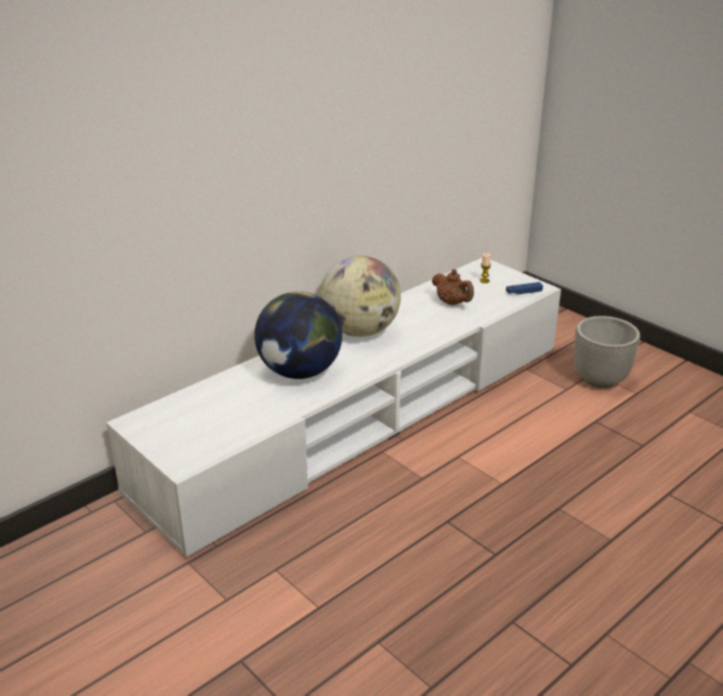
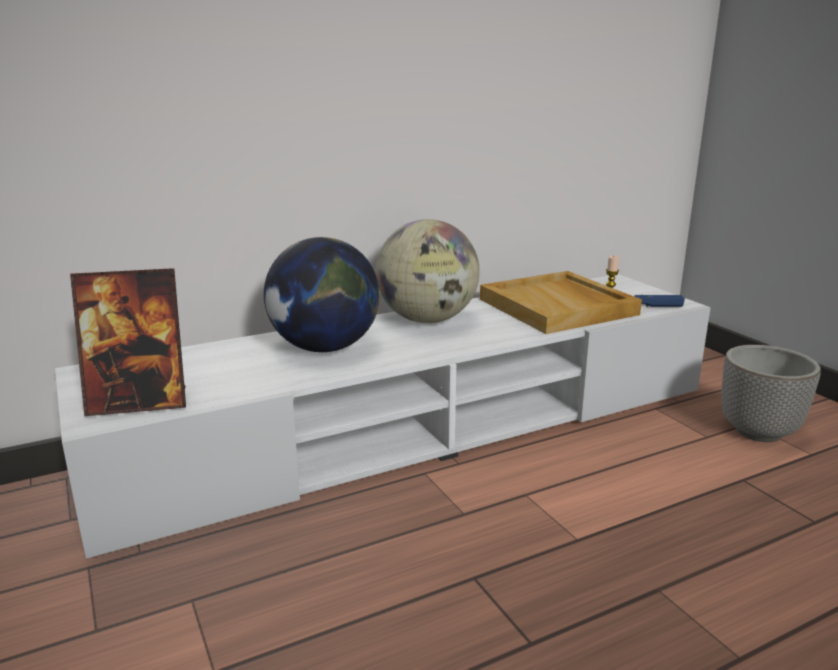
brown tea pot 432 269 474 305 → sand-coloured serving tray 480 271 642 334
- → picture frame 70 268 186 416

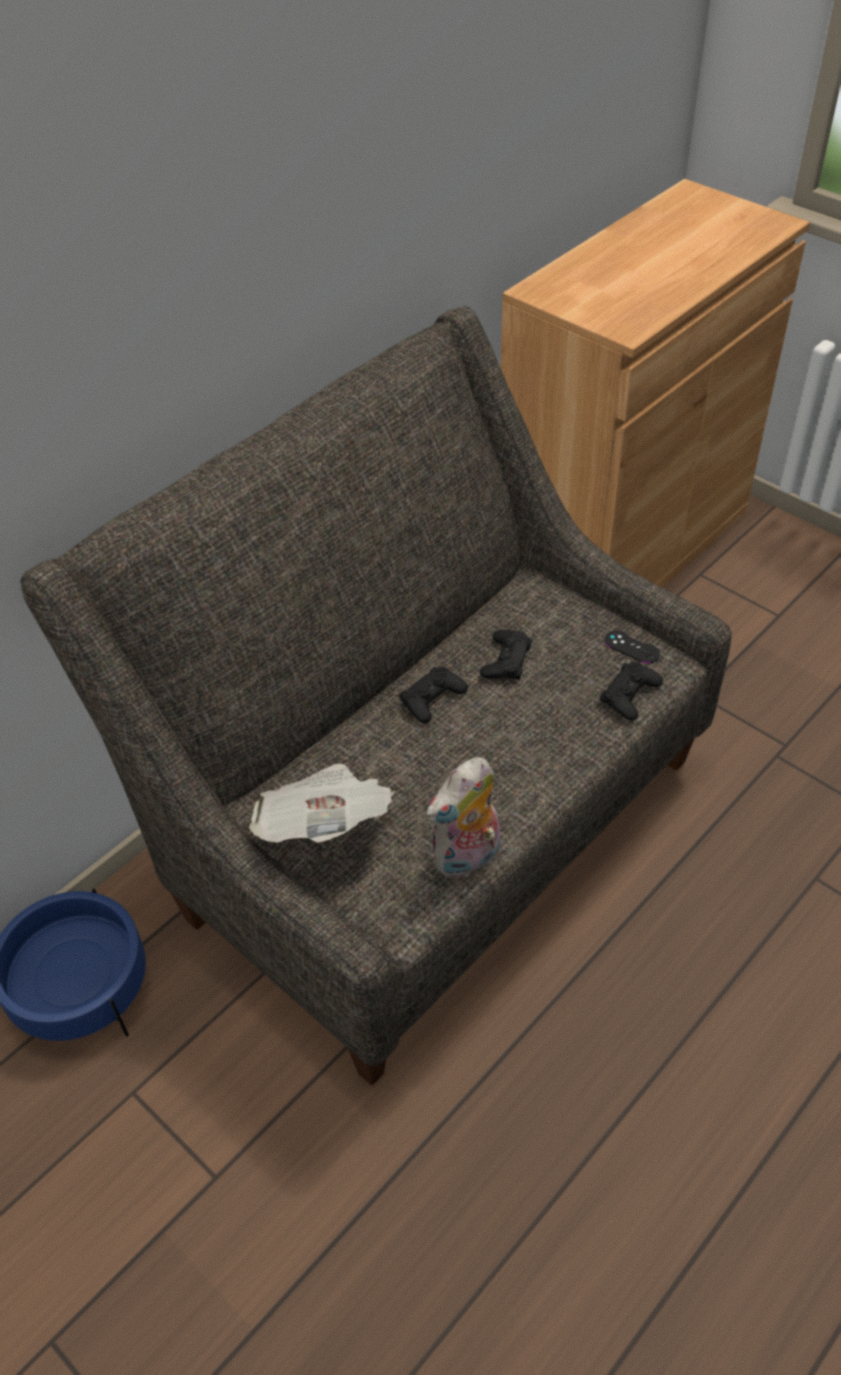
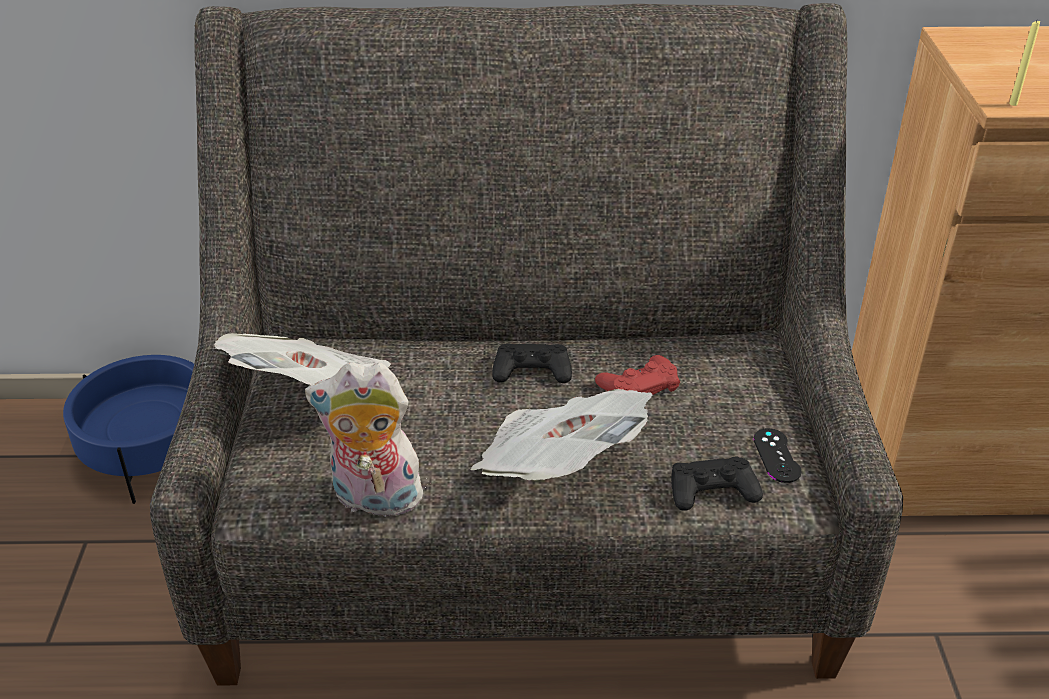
black-coloured joypad 480 629 532 679 → red-coloured joypad 595 355 680 395
- → yellowish wax light 1009 21 1040 106
- → printed paper 470 389 653 480

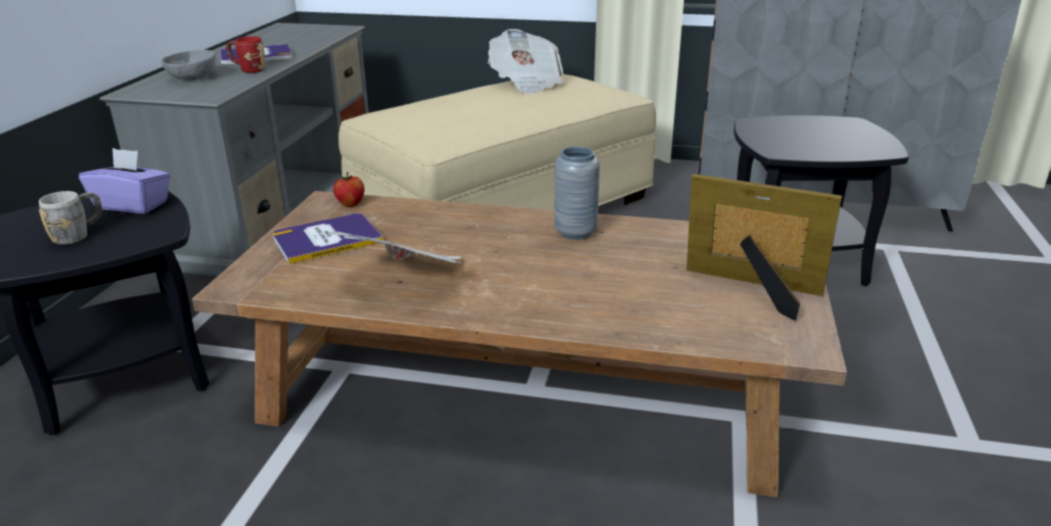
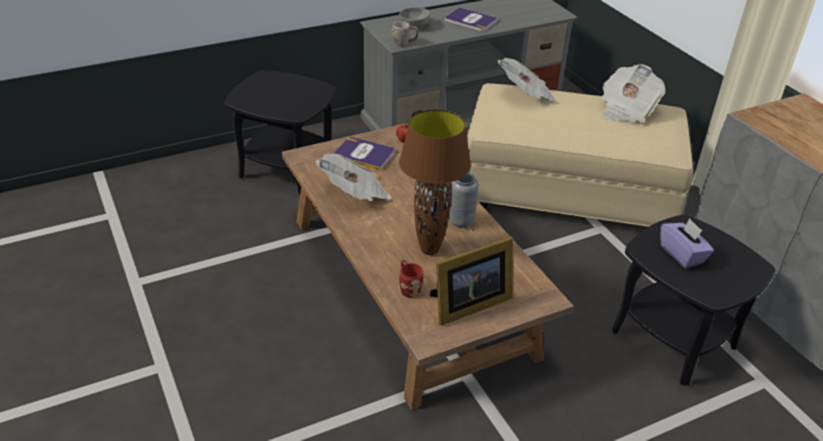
red-coloured coffee mug 226 36 265 73 → red-coloured coffee mug 399 260 424 298, shifted
purplish tissue box 79 148 171 213 → purplish tissue box 660 218 714 268, shifted
picture frame 686 174 842 320 → picture frame 430 237 513 326, 75 degrees clockwise
gray coffee mug 39 191 102 245 → gray coffee mug 392 21 418 47, shifted
- → printed paper 497 58 557 102
- → brown tabletop lamp 399 109 471 255

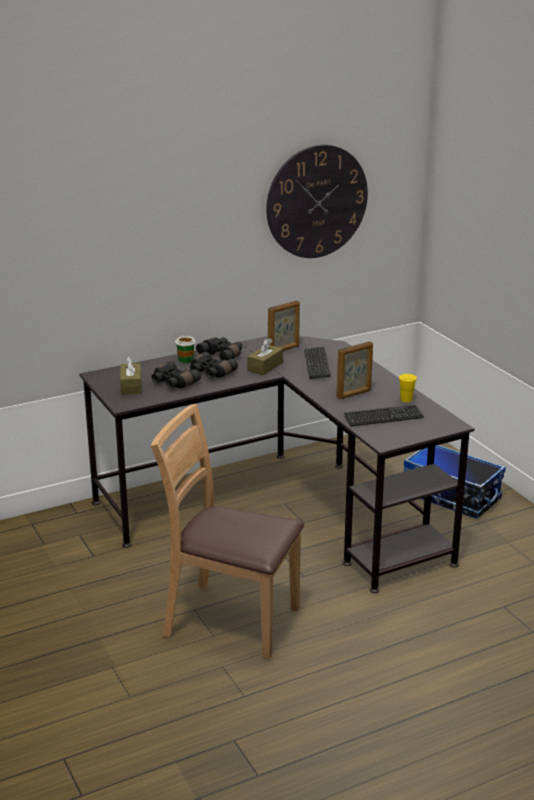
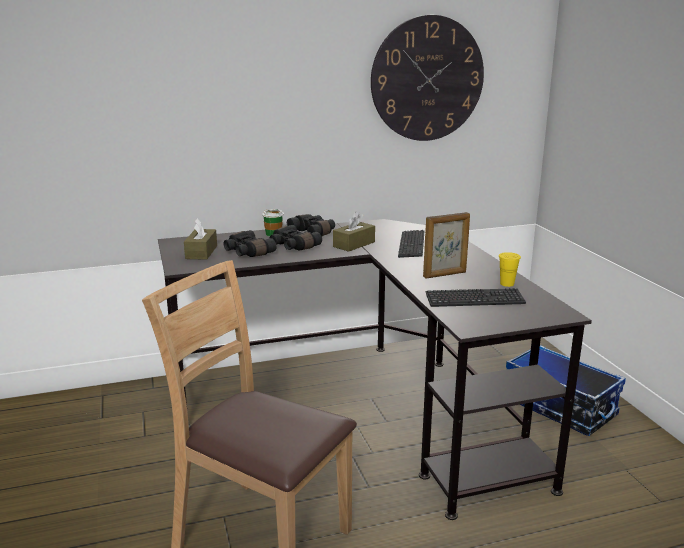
picture frame 268 300 300 351 → -

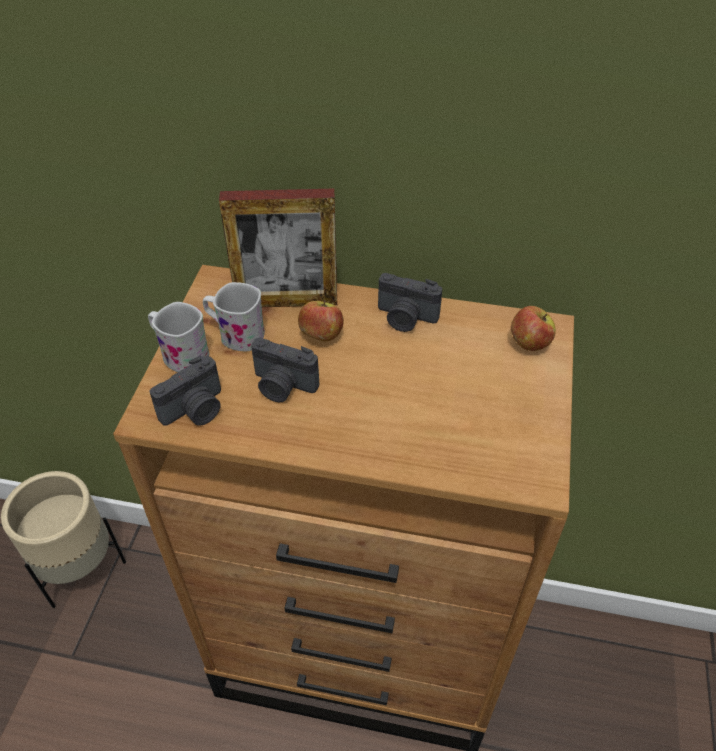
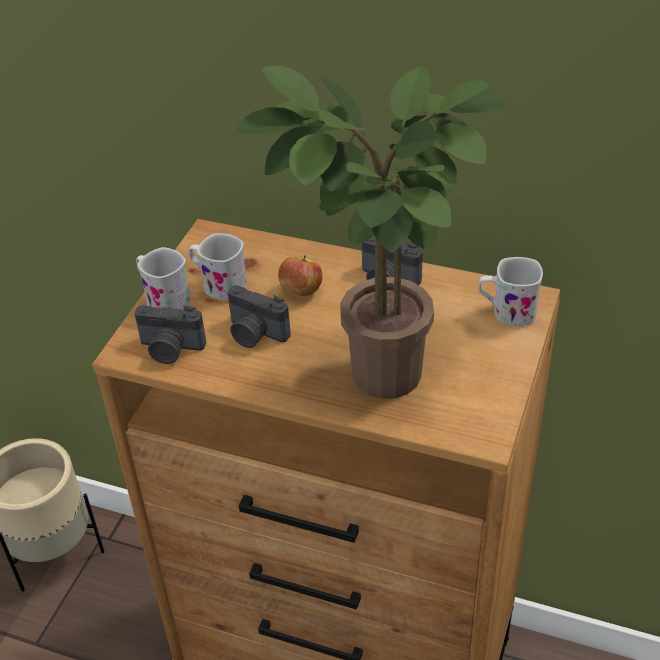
picture frame 219 189 337 307 → -
apple fruit 511 306 556 351 → white coffee mug 478 257 543 326
still camera 150 356 221 426 → still camera 135 305 206 364, 45 degrees clockwise
- → potted plant 235 66 509 399

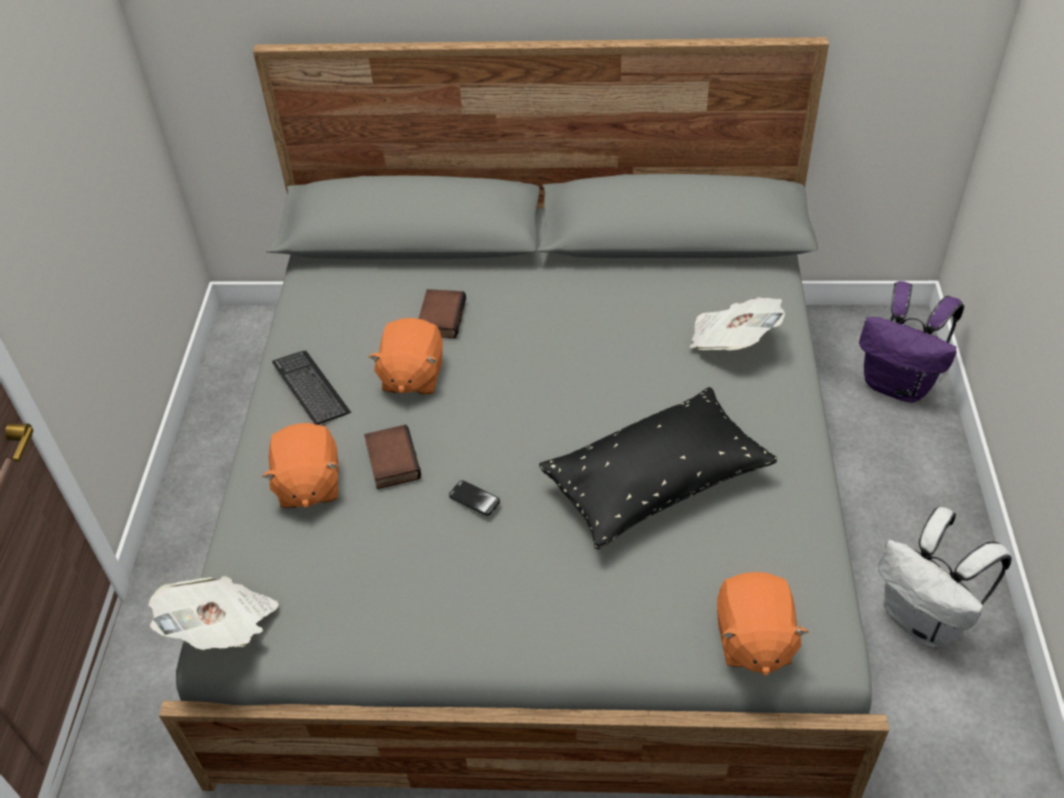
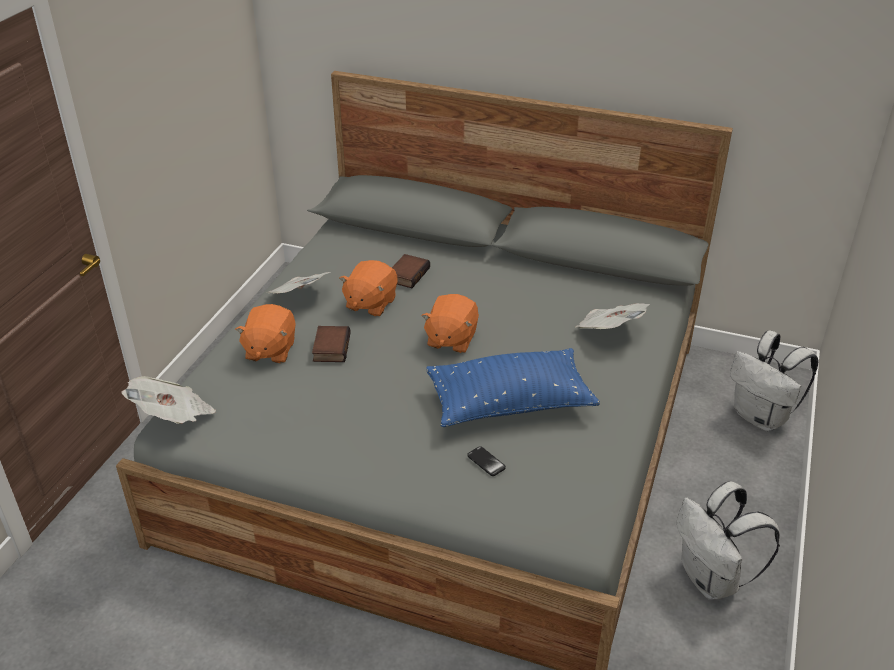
purplish rucksack 859 281 964 403 → white rucksack 730 330 819 431
keyboard 272 351 351 425 → printed paper 269 272 331 293
black-coloured cushion 539 387 777 549 → blue cushion 426 348 600 427
handset 449 480 500 516 → handset 467 446 506 476, shifted
orange plush toy 717 572 808 676 → orange plush toy 421 294 479 353, shifted

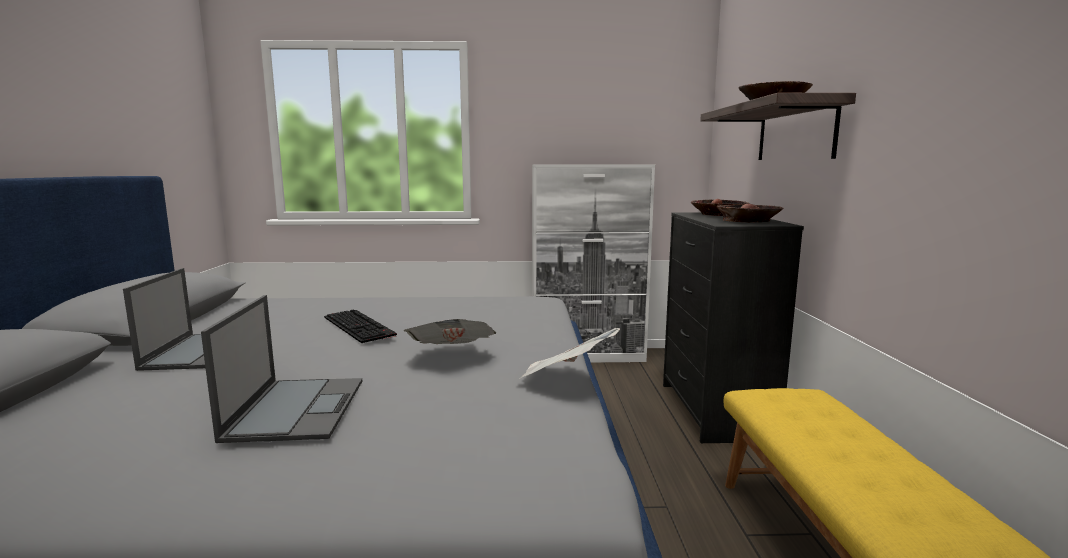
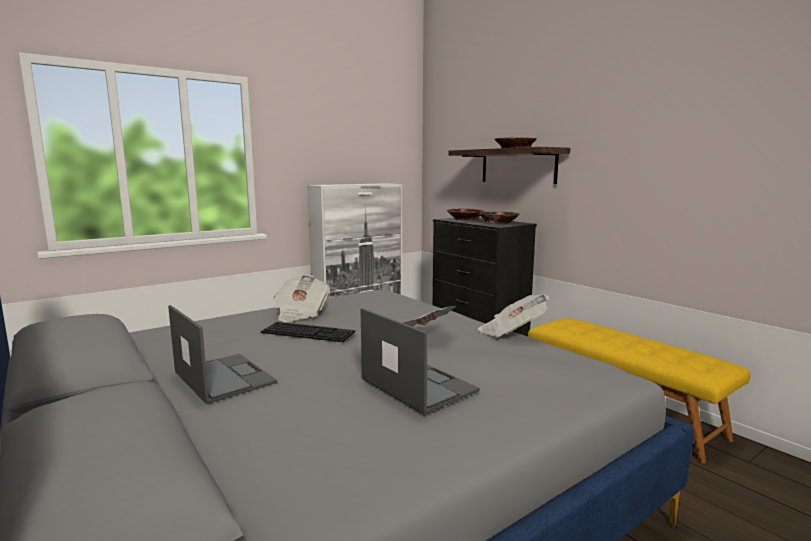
- → printed paper 273 275 330 322

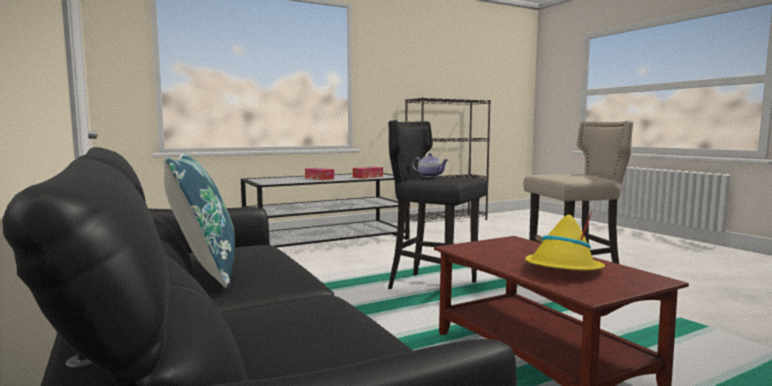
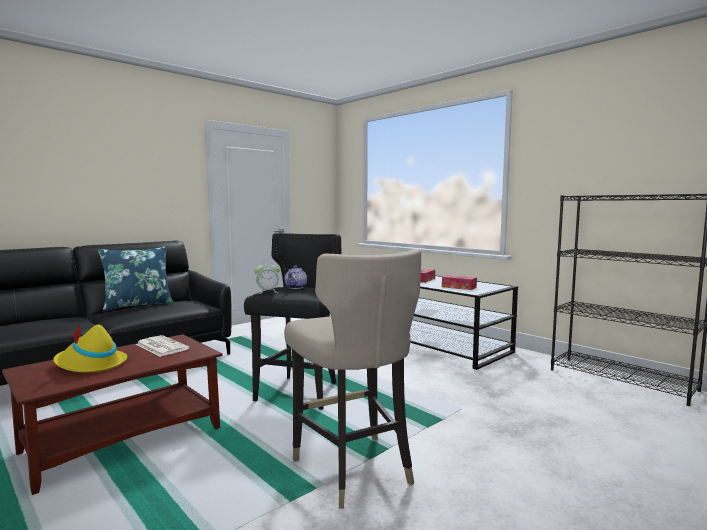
- → alarm clock 254 261 280 294
- → printed paper 135 335 190 356

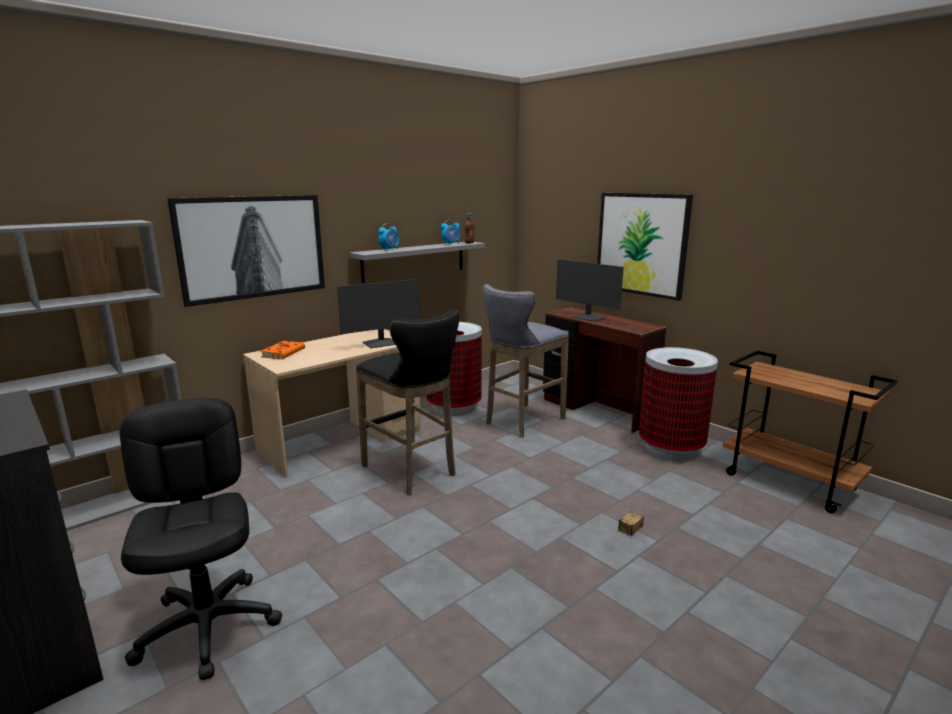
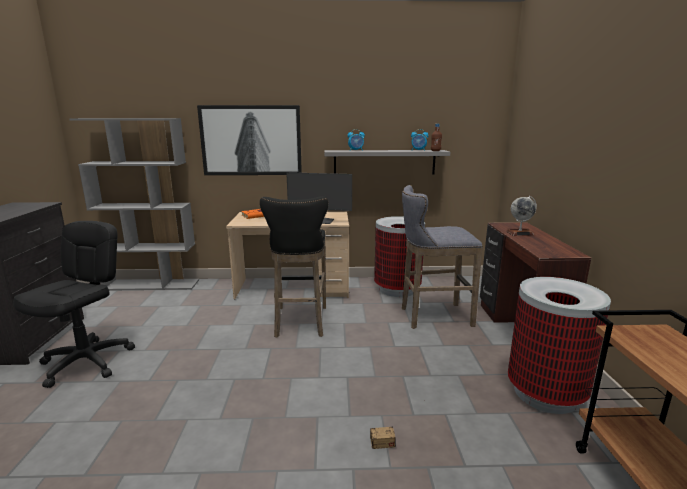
wall art 597 193 693 301 → -
computer display 556 259 624 322 → desk globe 506 196 537 236

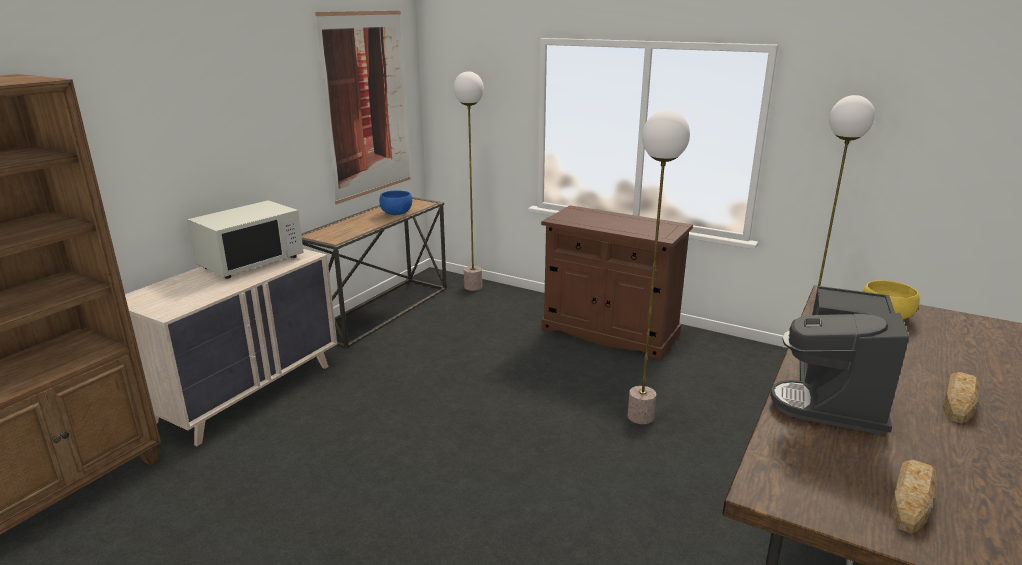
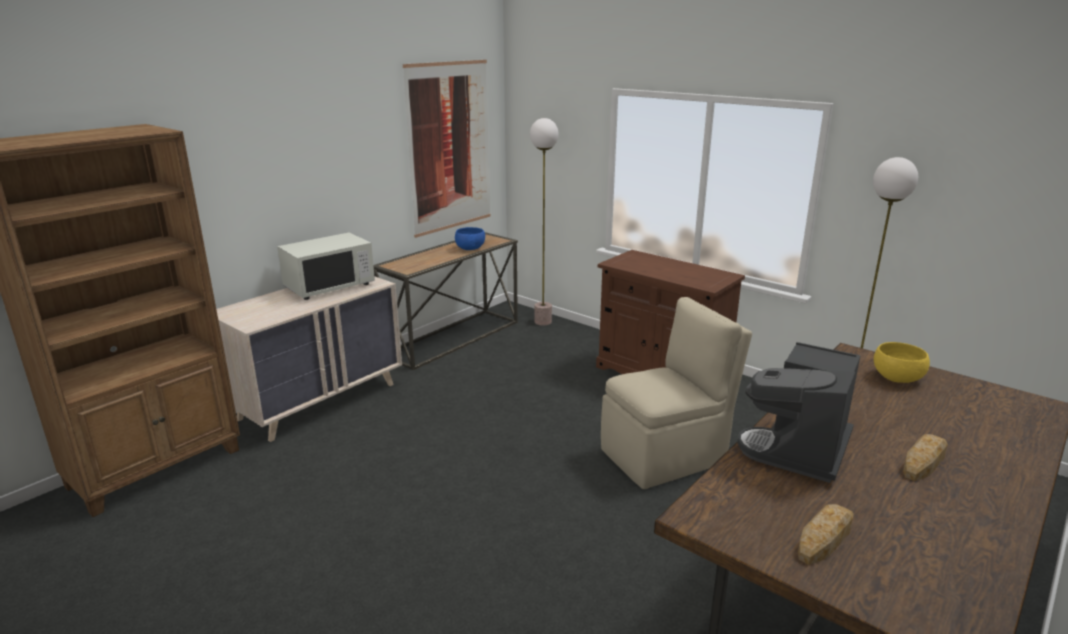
standard lamp 628 110 690 424 → sand-coloured chair 601 297 752 489

